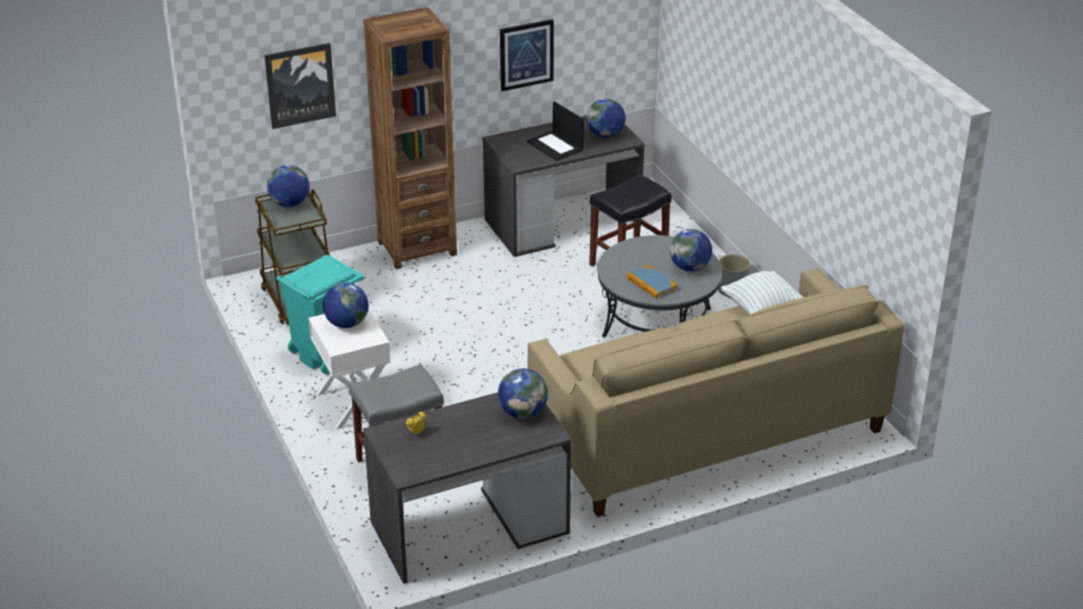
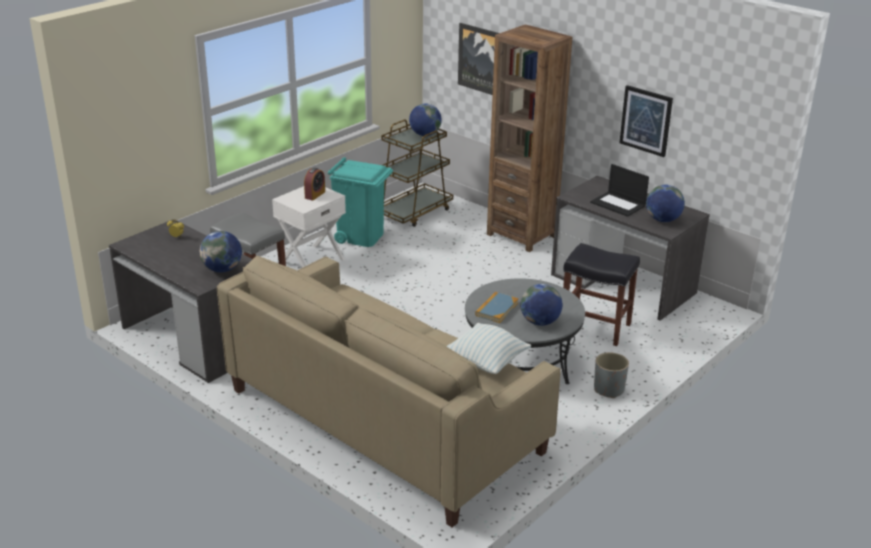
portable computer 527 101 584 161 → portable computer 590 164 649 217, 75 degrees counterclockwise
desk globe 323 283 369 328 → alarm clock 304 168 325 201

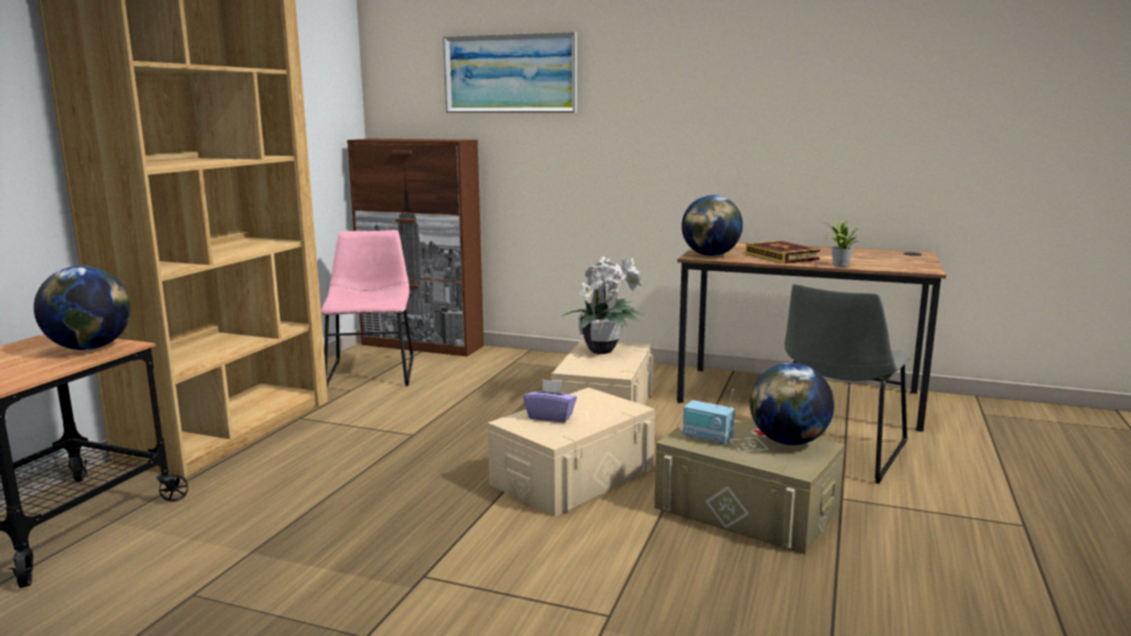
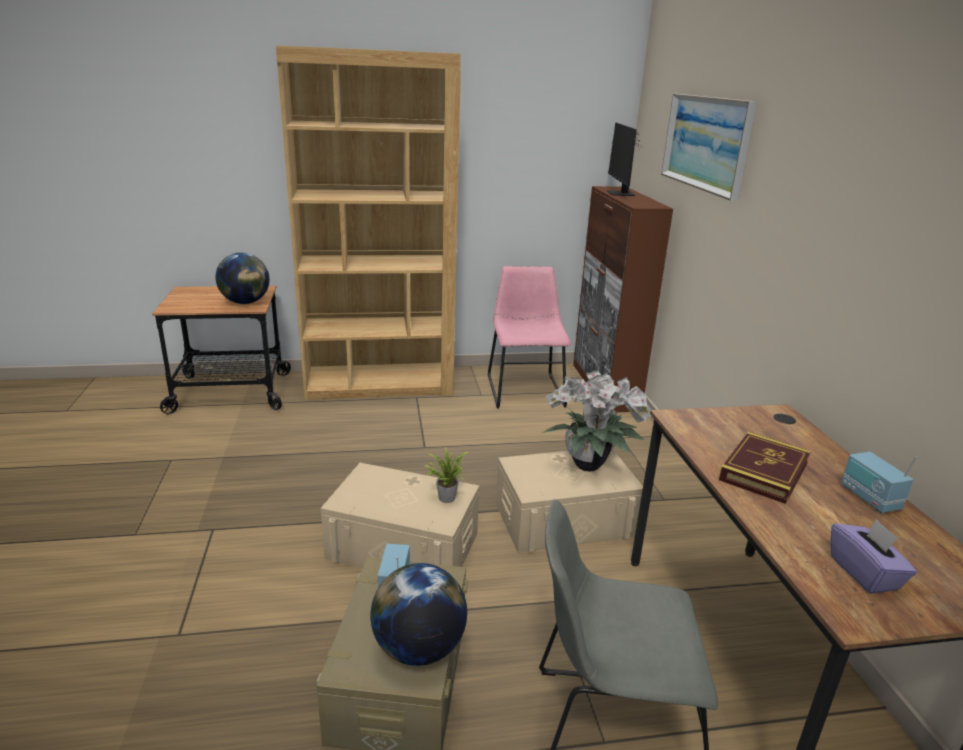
desk globe 682 195 743 256 → -
potted plant 822 220 857 267 → potted plant 422 446 469 503, shifted
pink chair 321 230 414 387 → pink chair 488 266 570 409, 60 degrees counterclockwise
purplish tissue box 523 379 577 422 → purplish tissue box 830 519 917 594, shifted
- → computer display 607 122 641 196
- → radio set 841 452 917 513

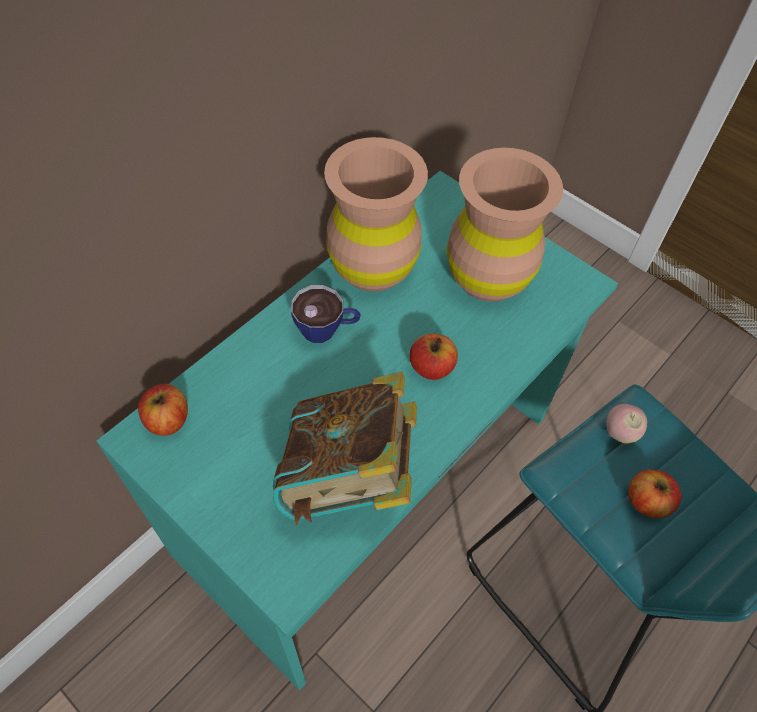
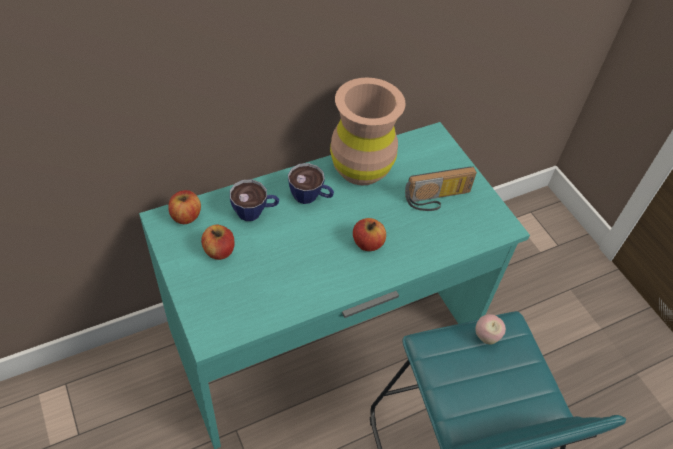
brown vase 447 148 563 302 → radio set 405 167 477 211
volume 273 371 417 525 → -
apple fruit 628 470 682 518 → apple fruit 201 224 235 260, shifted
- → small cup 230 179 279 221

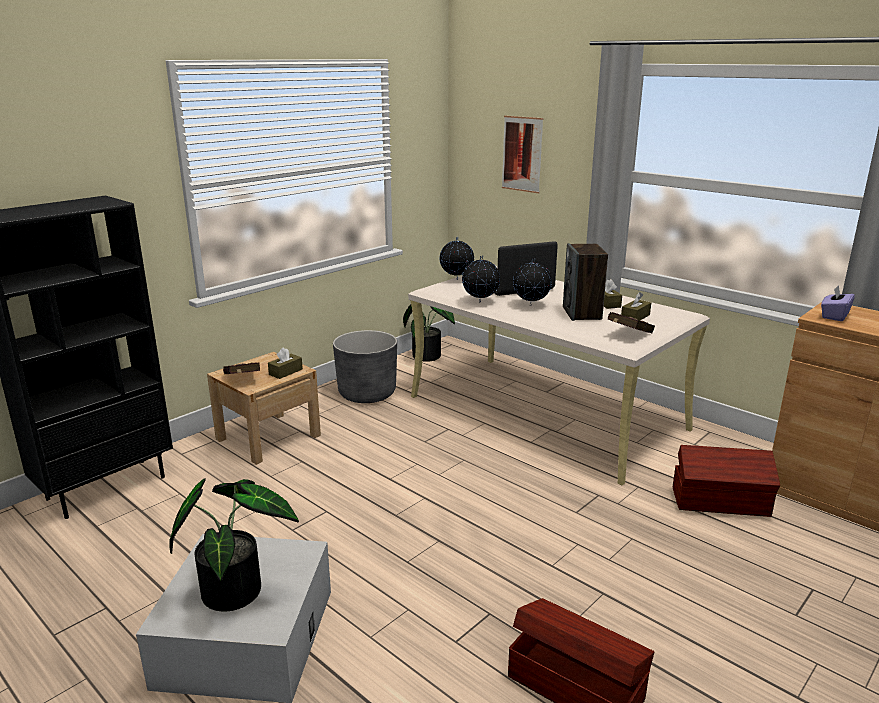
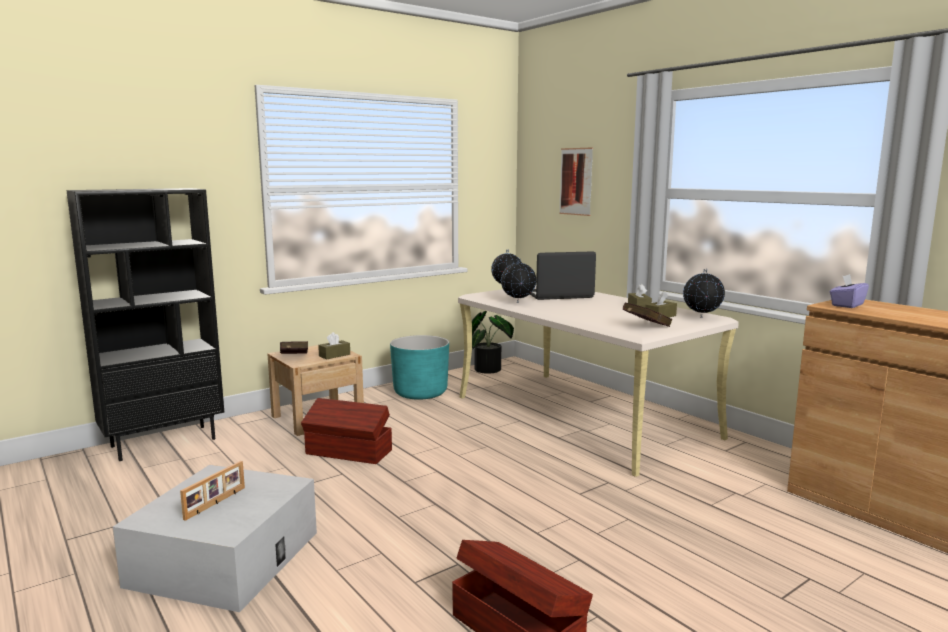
loudspeaker 563 243 608 321 → -
desk globe 513 258 552 306 → desk globe 683 269 725 318, shifted
gray plant pot 333 330 397 403 → turquoise plant pot 390 335 449 400
brown storage bin 673 445 780 517 → brown storage bin 301 398 392 464, shifted
potted plant 169 478 299 611 → picture frame 180 461 245 521

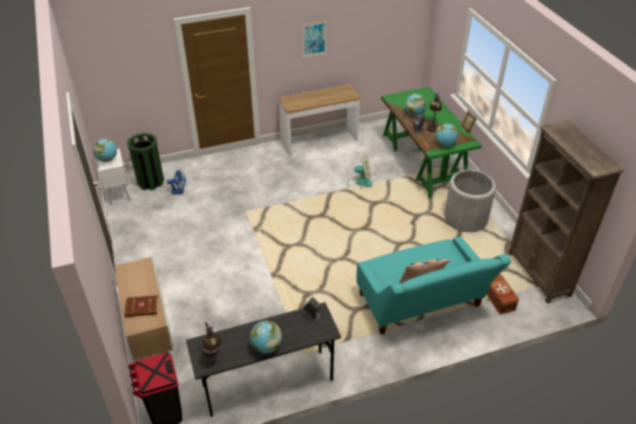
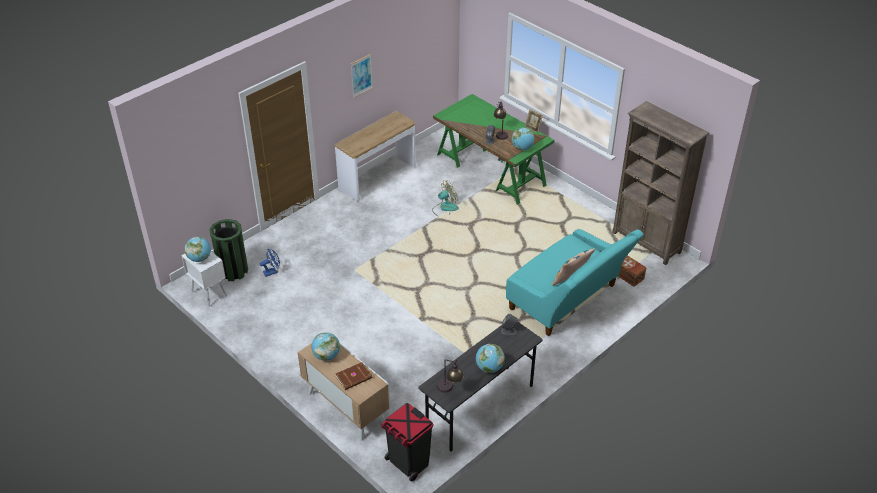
desk globe 405 94 427 116 → desk globe 311 332 340 361, shifted
gray plant pot 444 169 496 232 → -

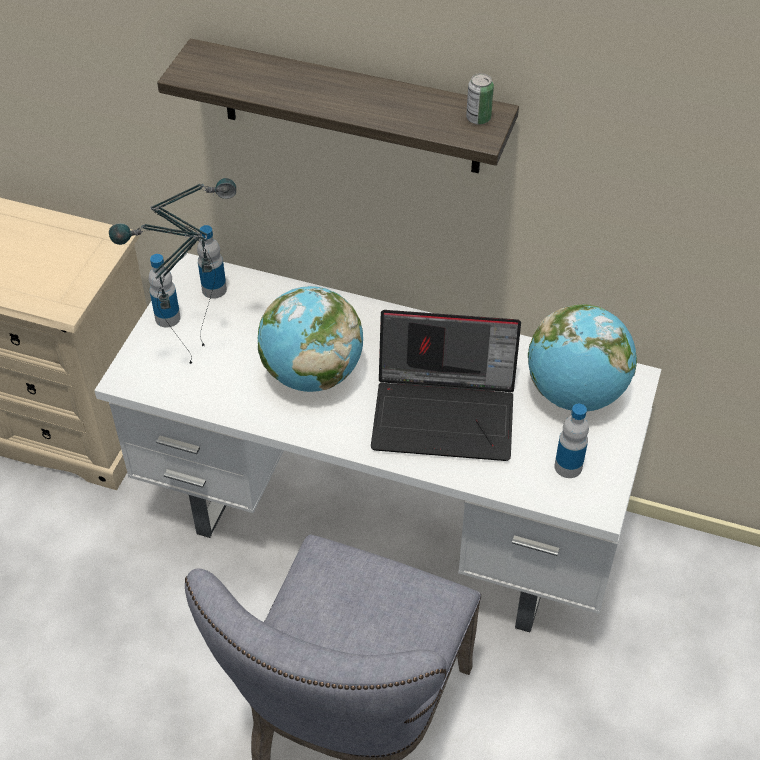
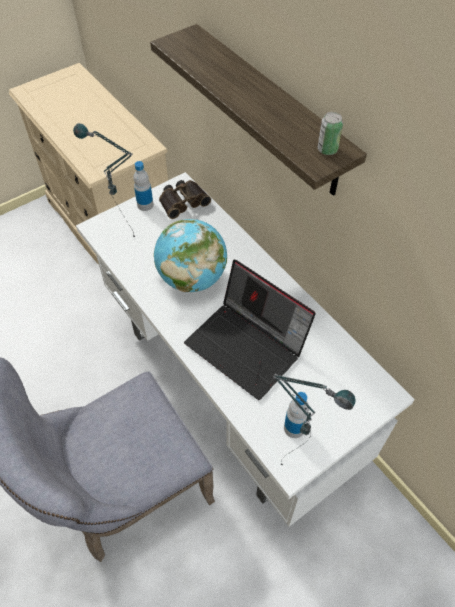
tabletop lamp 150 178 236 347 → tabletop lamp 273 374 355 466, shifted
drink bottle 197 225 227 299 → binoculars 159 180 211 219
desk globe 528 304 637 411 → -

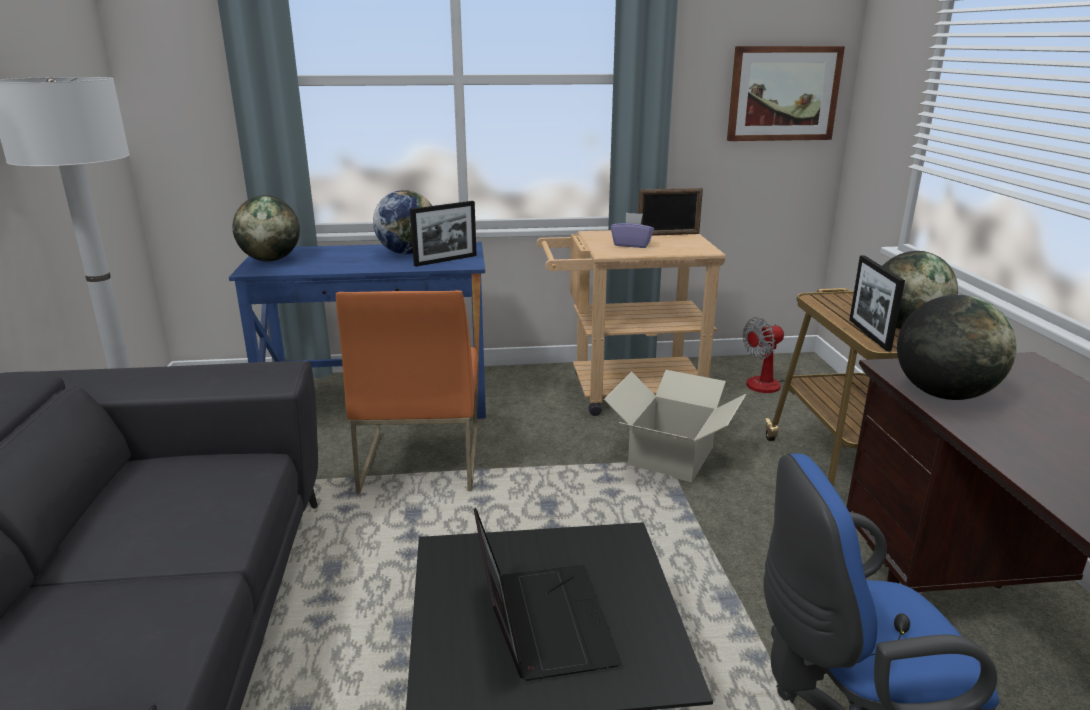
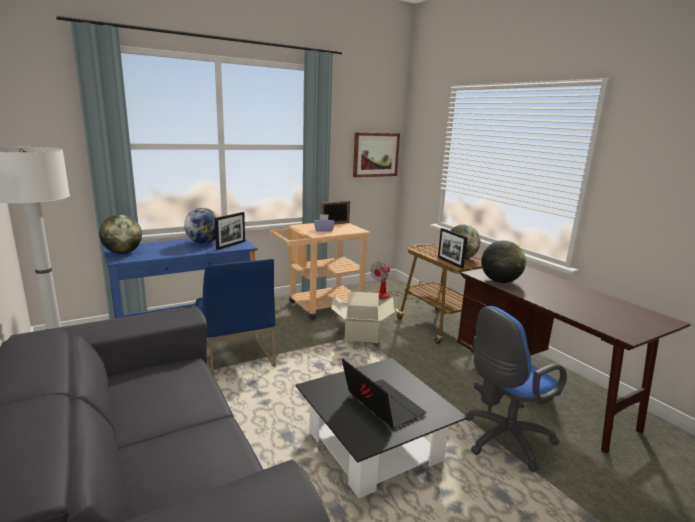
orange chair 336 290 478 494 → blue chair 195 259 276 377

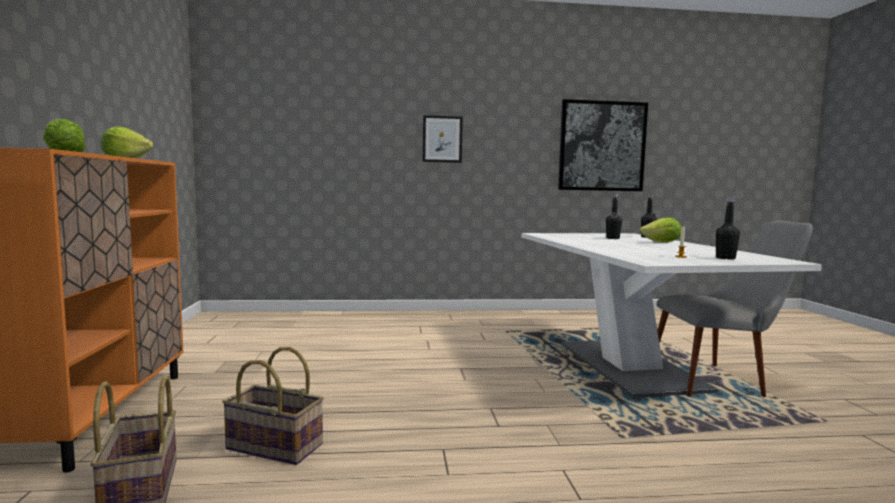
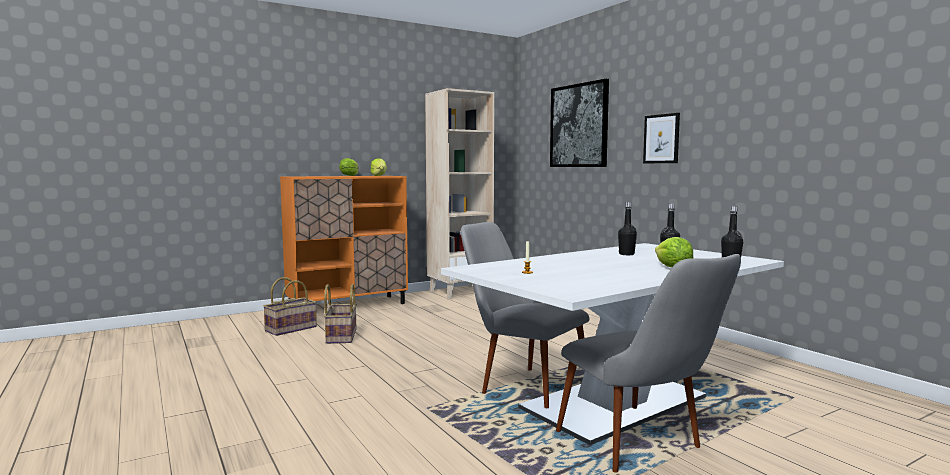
wall art 558 99 648 191 → wall art 550 79 609 167, shifted
black-coloured drink bottle 716 196 740 260 → black-coloured drink bottle 618 202 637 255, shifted
- → sand-coloured bookcase 425 88 494 300
- → gray chair 461 222 589 408

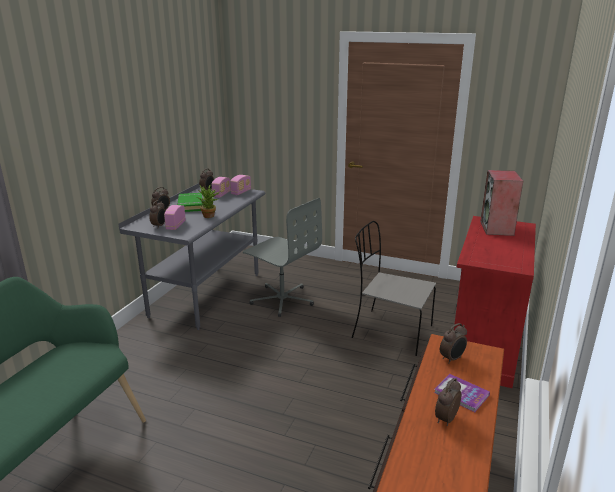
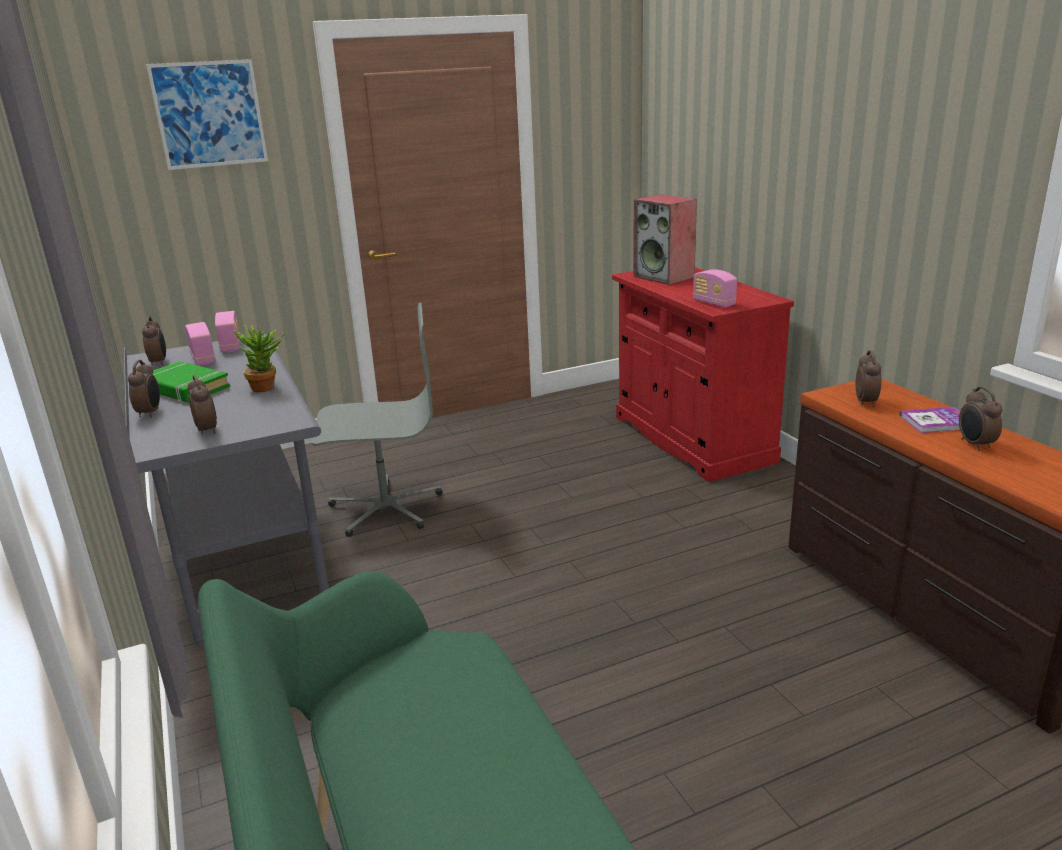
radio set 164 205 186 230 → radio set 693 269 737 307, shifted
gray chair 352 221 436 356 → -
- → wall art 146 59 268 170

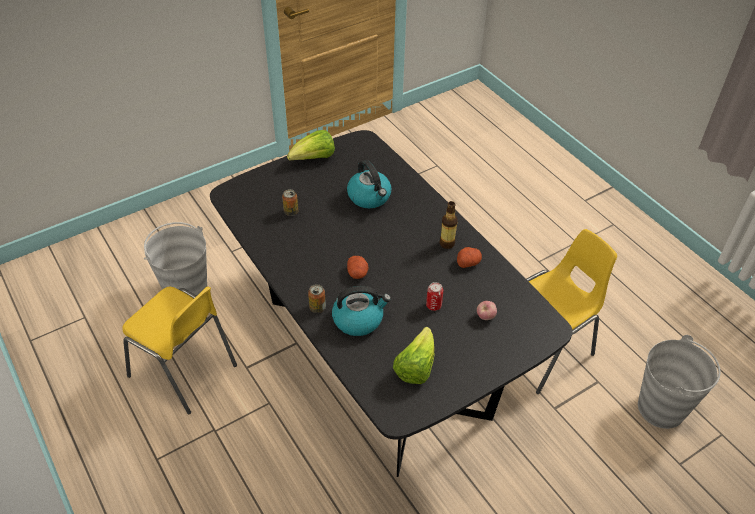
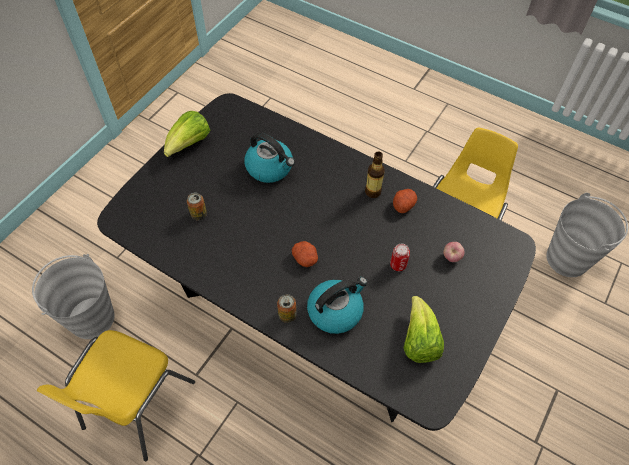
yellowish chair 122 287 237 415 → yellowish chair 37 330 195 461, 105 degrees clockwise

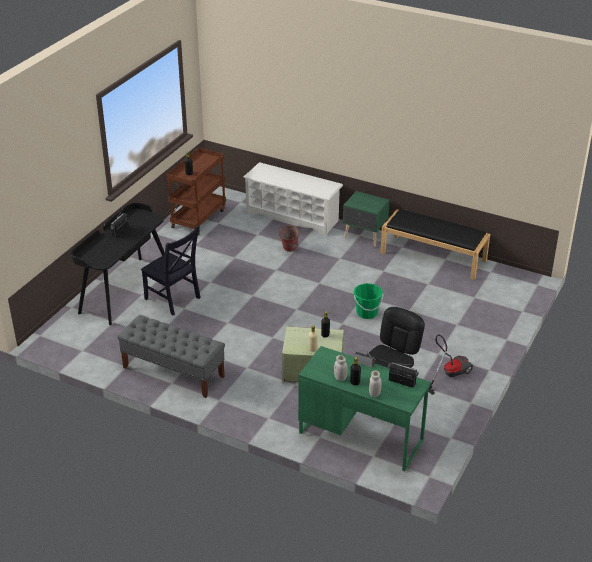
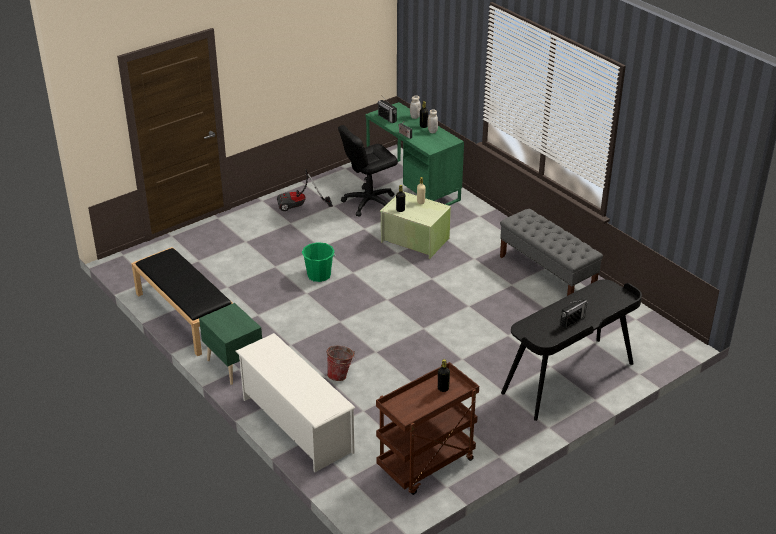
black-coloured chair 141 225 201 316 → -

